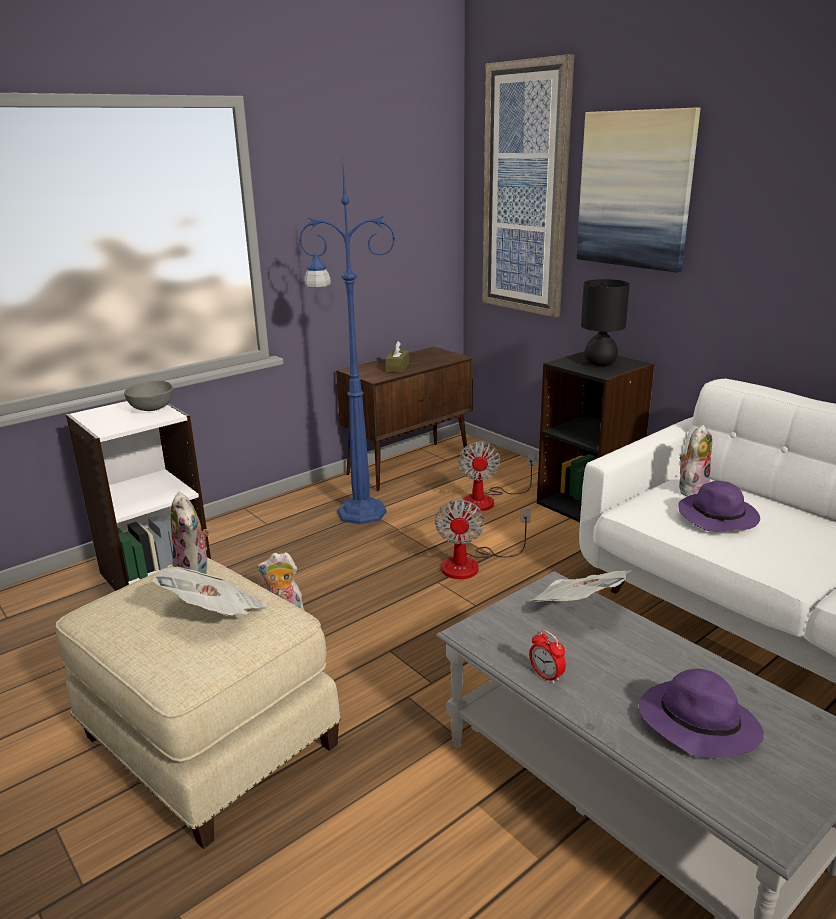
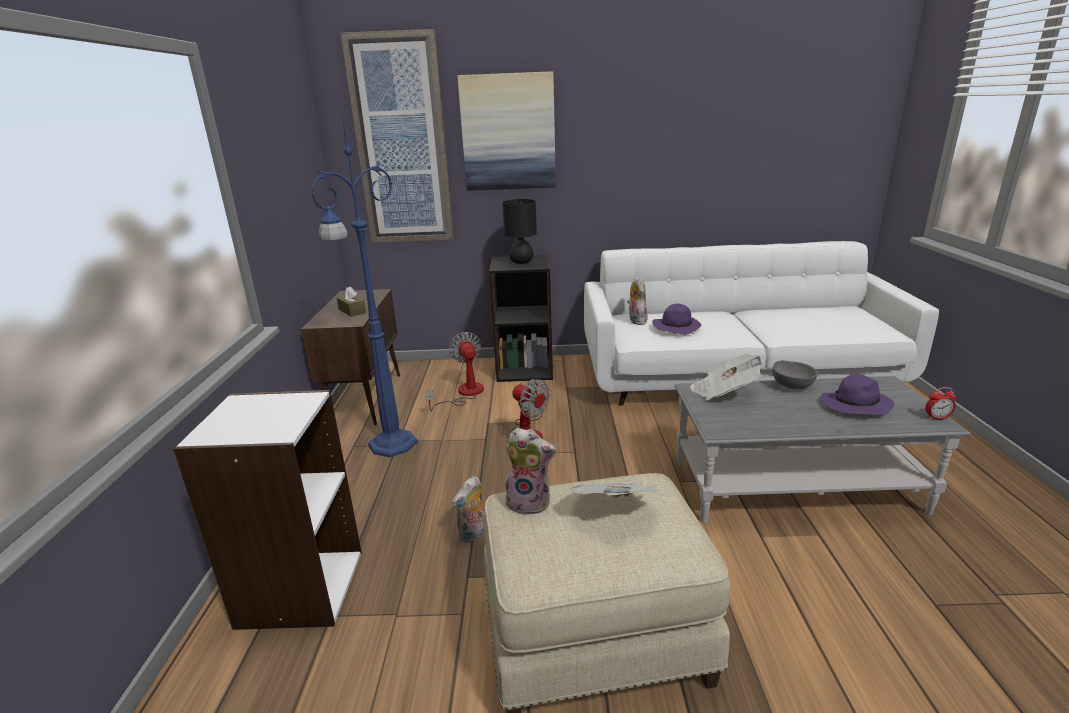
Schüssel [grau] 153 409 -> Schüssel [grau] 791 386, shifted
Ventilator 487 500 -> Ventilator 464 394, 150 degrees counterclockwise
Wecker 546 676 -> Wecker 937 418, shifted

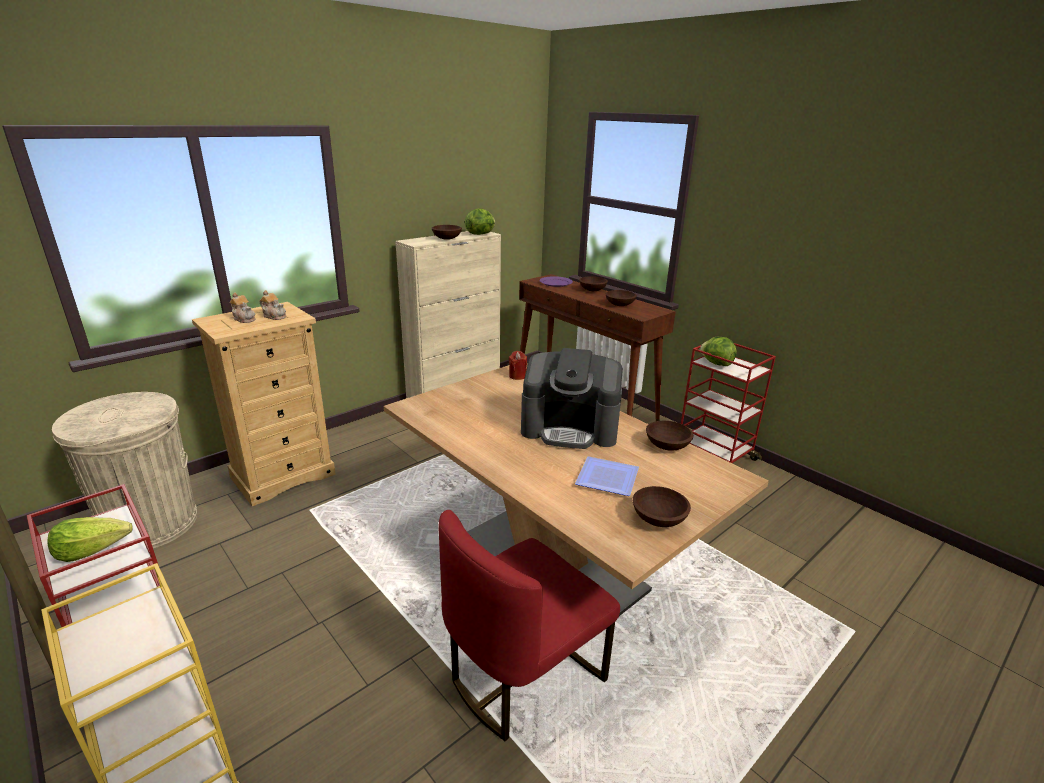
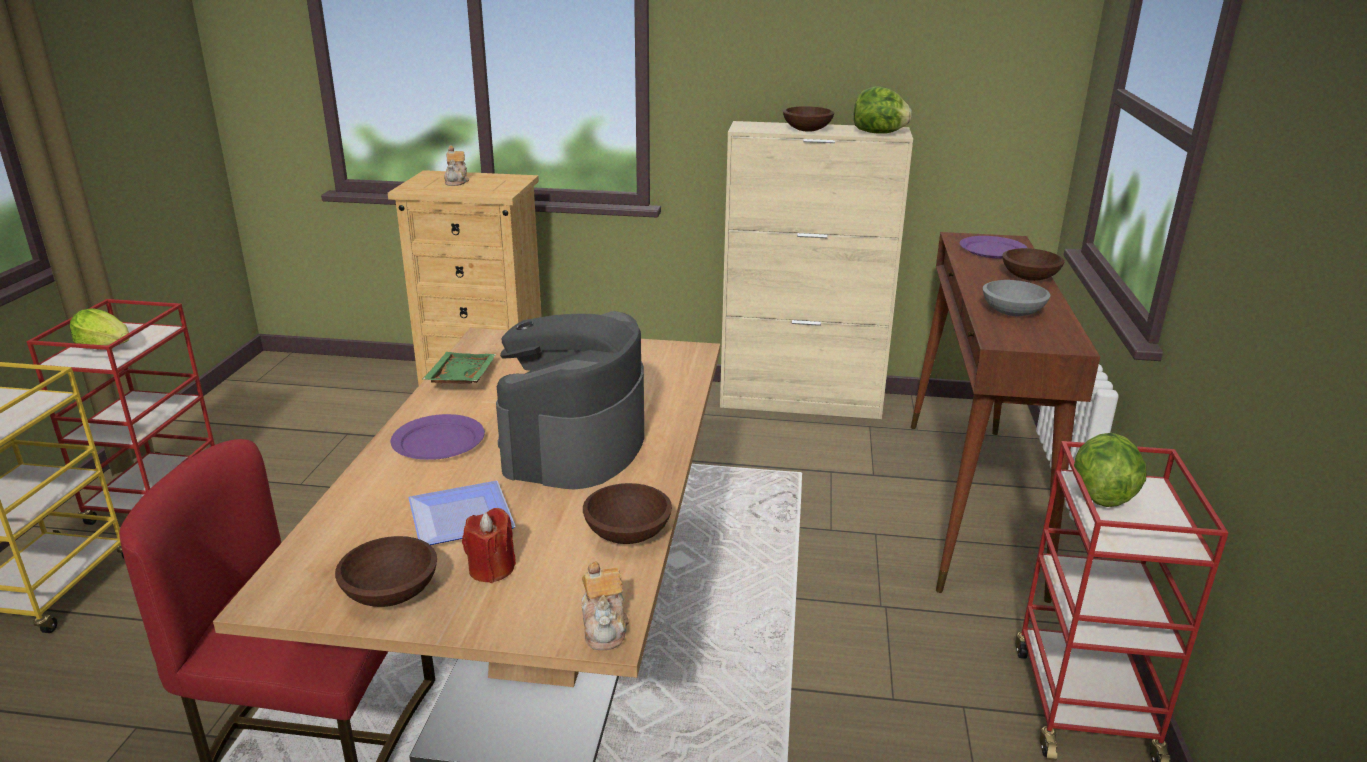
Teekanne 274 316 -> Teekanne 605 626, shifted
Schüssel [braun] 620 304 -> Schüssel [grau] 1013 312
Kaffeemaschine 570 428 -> Kaffeemaschine 574 444, 45 degrees clockwise
Kerze [rot] 517 376 -> Kerze [rot] 491 569, shifted
Mülleimer [beige] 151 524 -> none
none -> Tablett [grün] 460 378
none -> Teller [lila] 439 442

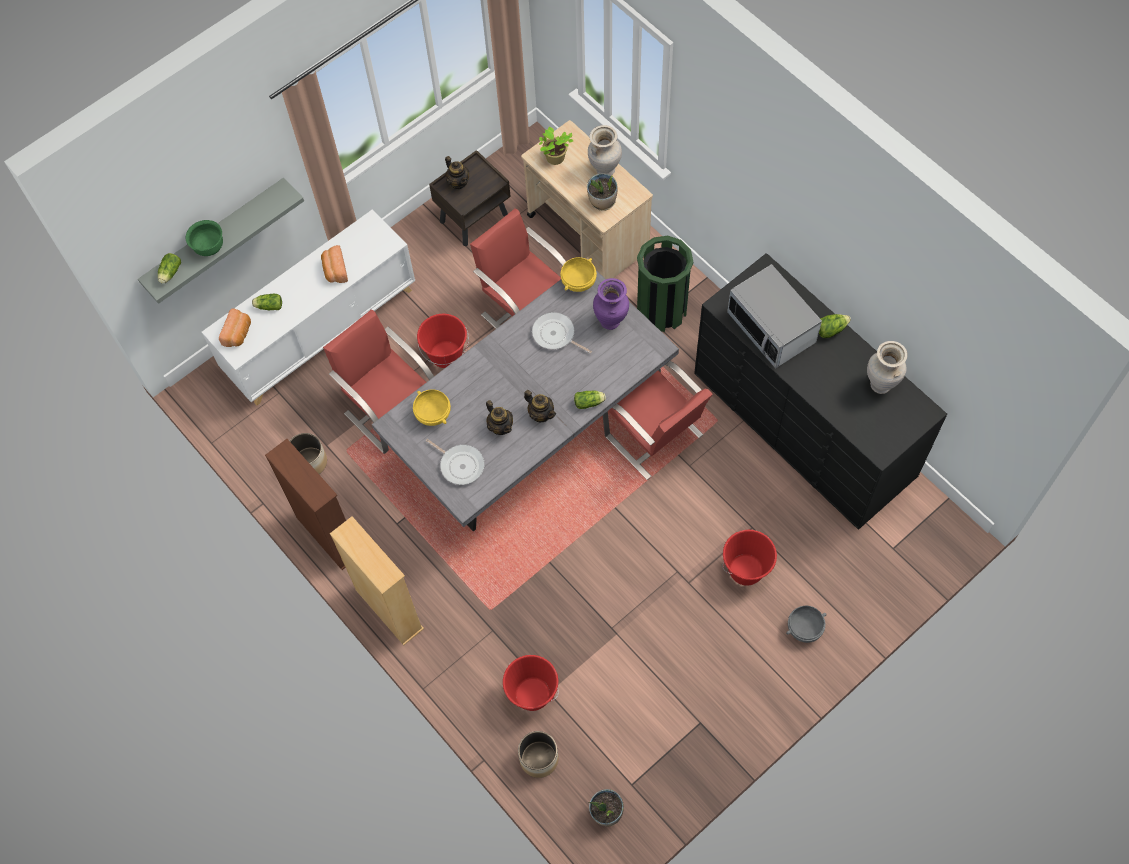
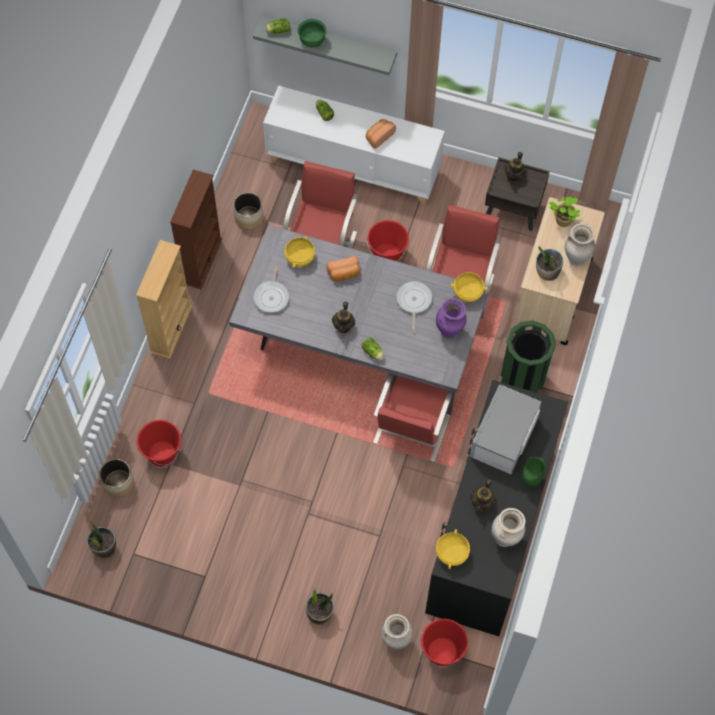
Brot 238 333 -> Brot 344 274, shifted
Salatkopf 830 329 -> Vase [grün] 530 480
Teekanne 500 426 -> Teekanne 482 503, shifted
Eimer [rot] 746 570 -> Eimer [rot] 442 652, shifted
Schüssel [grau] 804 629 -> Topfpflanze 319 613
none -> Schüssel [gelb] 452 553
none -> Vase [beige] 396 640

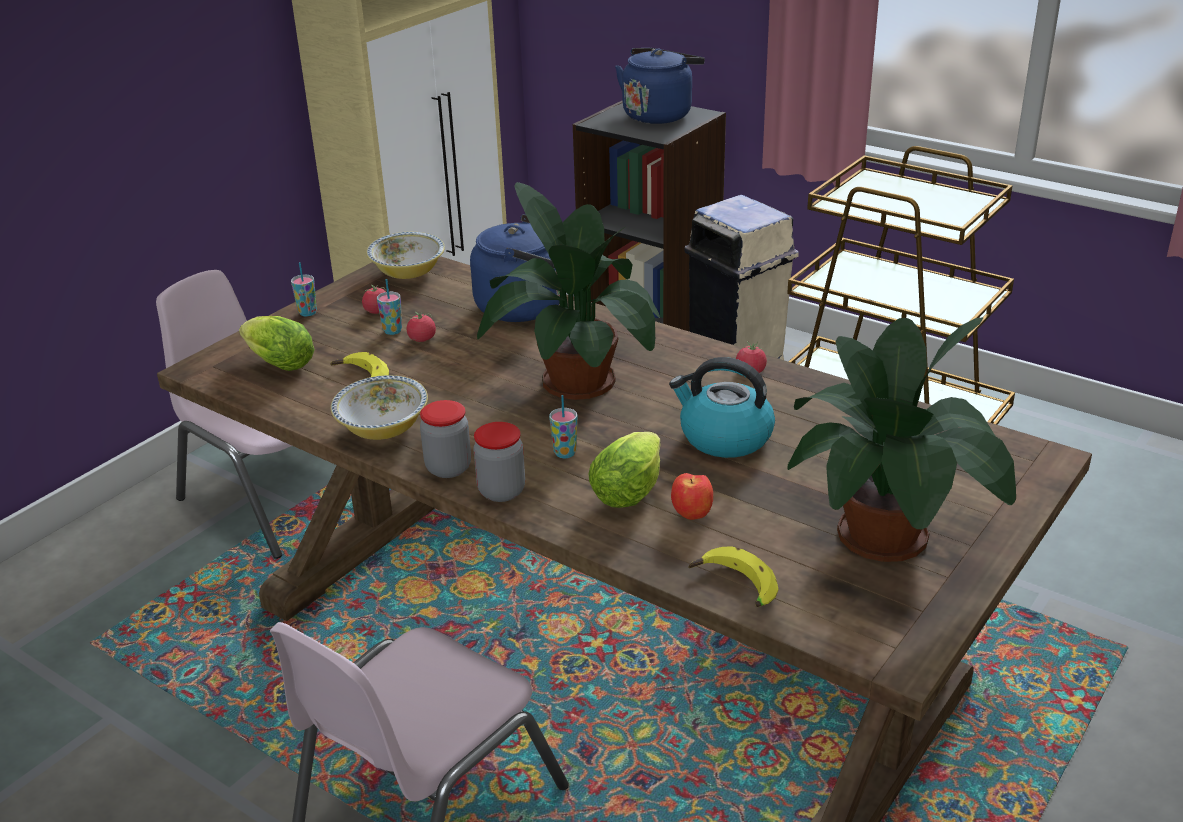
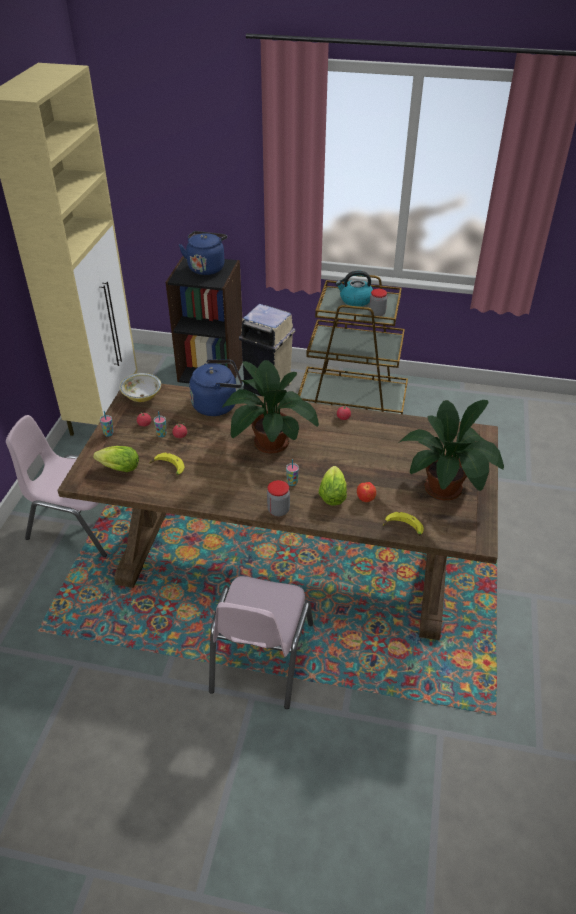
Wasserkessel 724 437 -> Wasserkessel 355 300, shifted
Schüssel 383 428 -> none
Vorratsglas 448 468 -> Vorratsglas 377 313, shifted

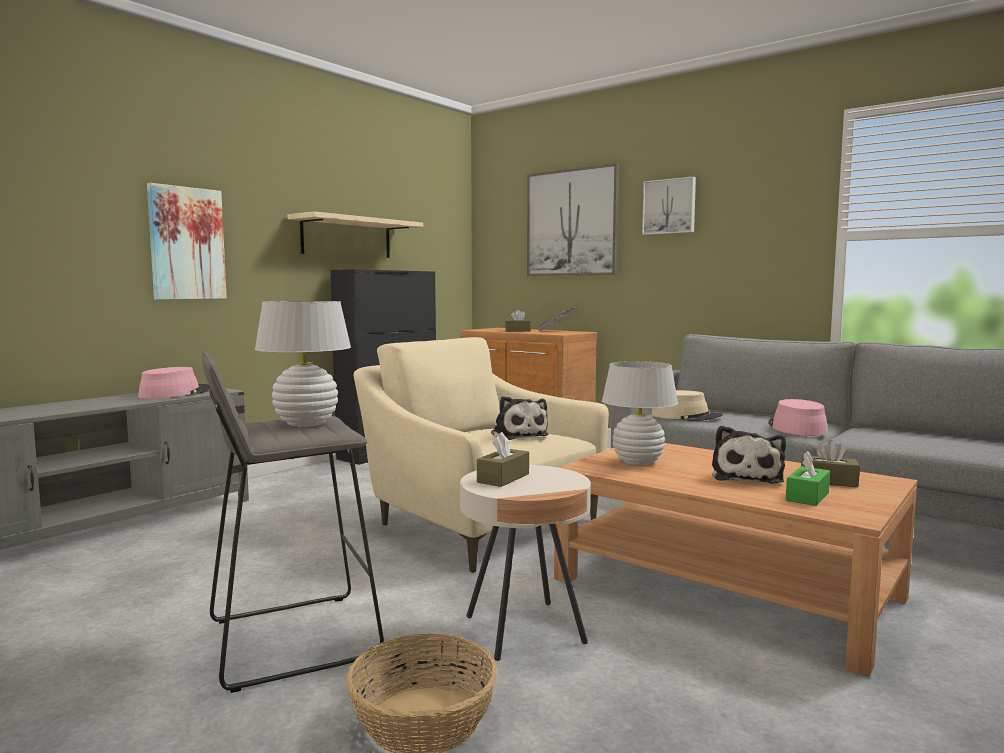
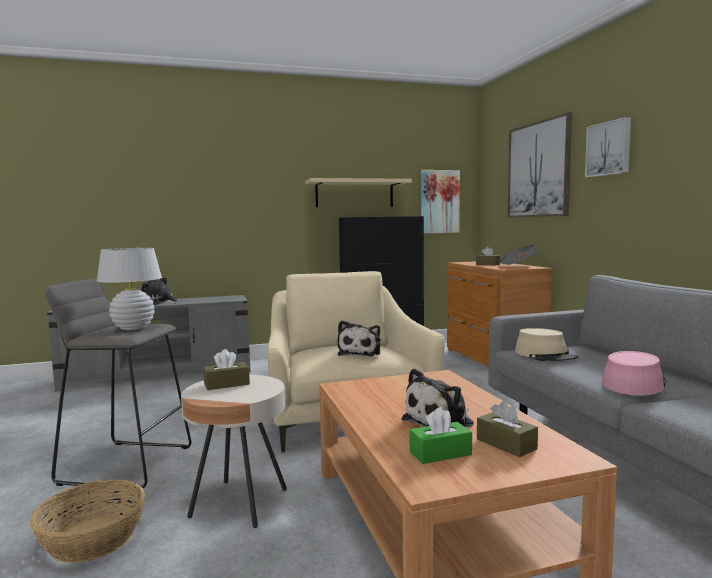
Bild 186 243 -> Bild 439 201, shifted
Tischlampe [weiß] 637 462 -> none
Hut [rosa] 175 393 -> none
none -> Plüschtier 160 302

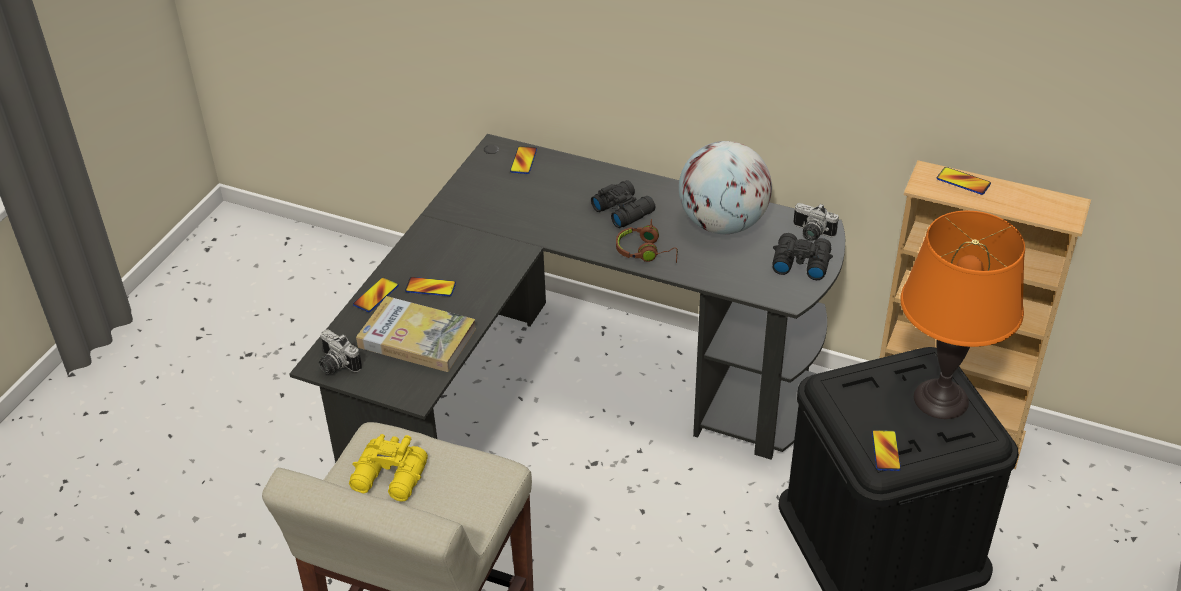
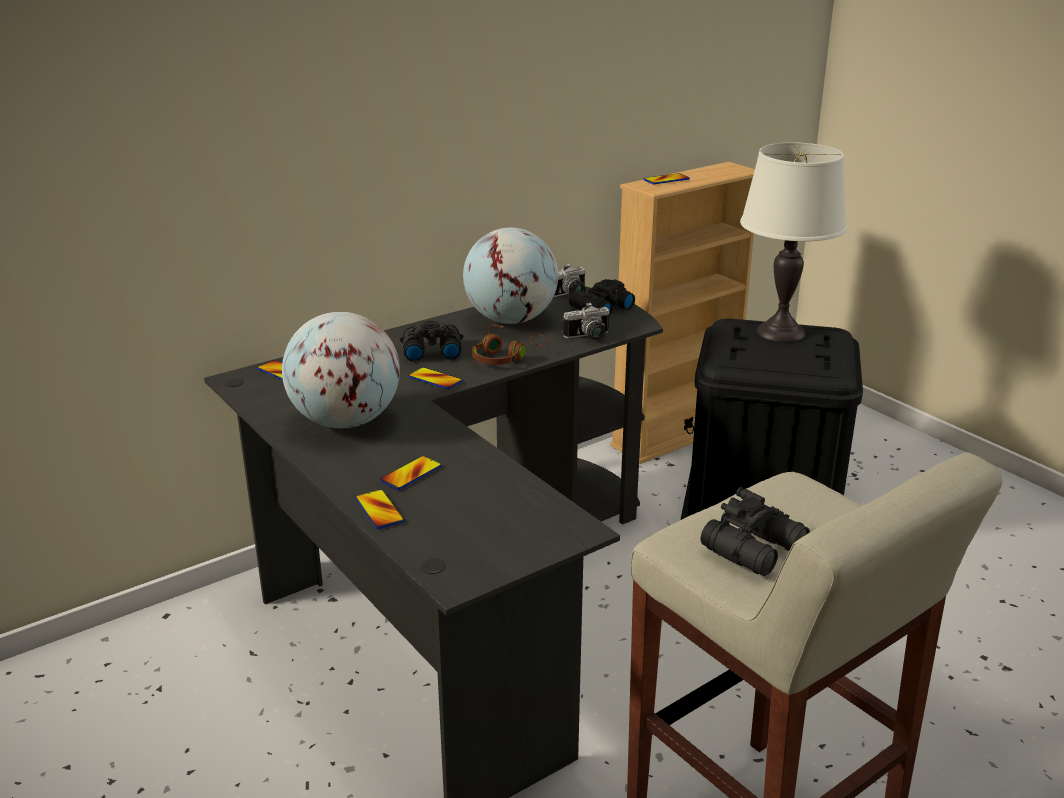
Tischlampe [orange] 940 399 -> Tischlampe [weiß] 780 333
Buch 417 338 -> none
Kamera 335 365 -> Kamera 589 337, shifted
Handy 886 451 -> Handy 435 379, shifted
Fernglas [gelb] 390 479 -> Fernglas [schwarz] 756 549
none -> Globus 345 421

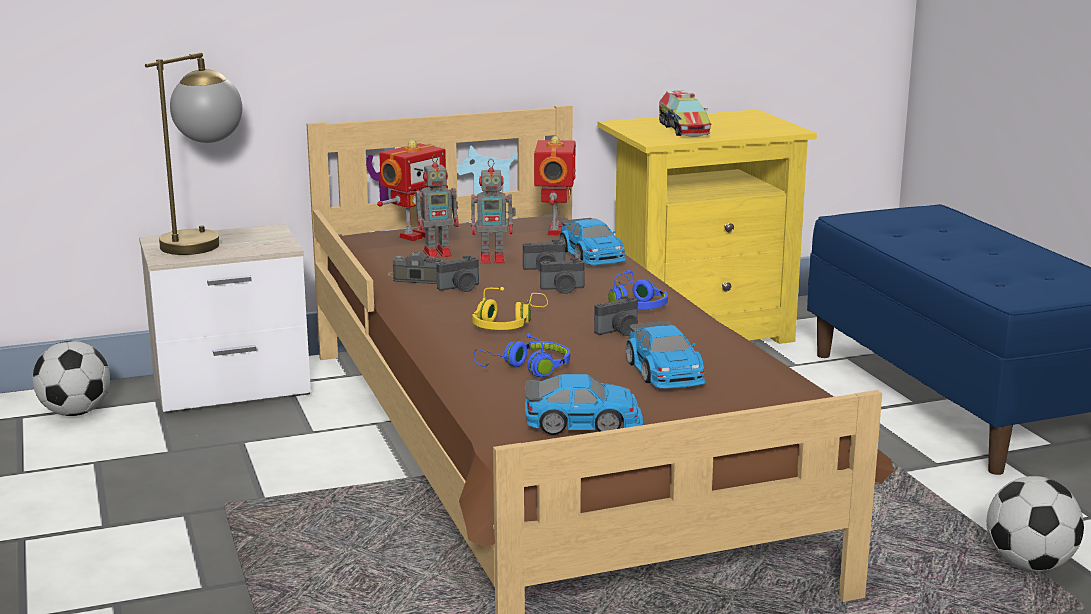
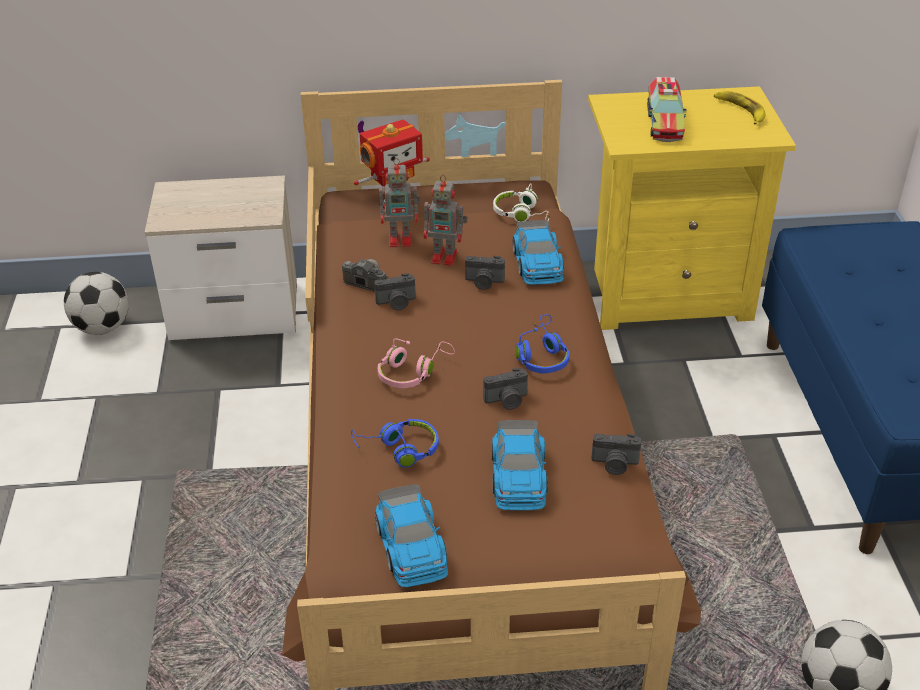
Tischlampe 204 241 -> none
Spielzeugroboter 555 231 -> Kopfhörer [weiß] 522 215
Kamera 563 289 -> Kamera 614 464, shifted
Kopfhörer [gelb] 507 324 -> Kopfhörer [rosa] 412 372
Spielzeugauto 583 422 -> Spielzeugauto 411 547, 60 degrees clockwise
none -> Banane 740 111

